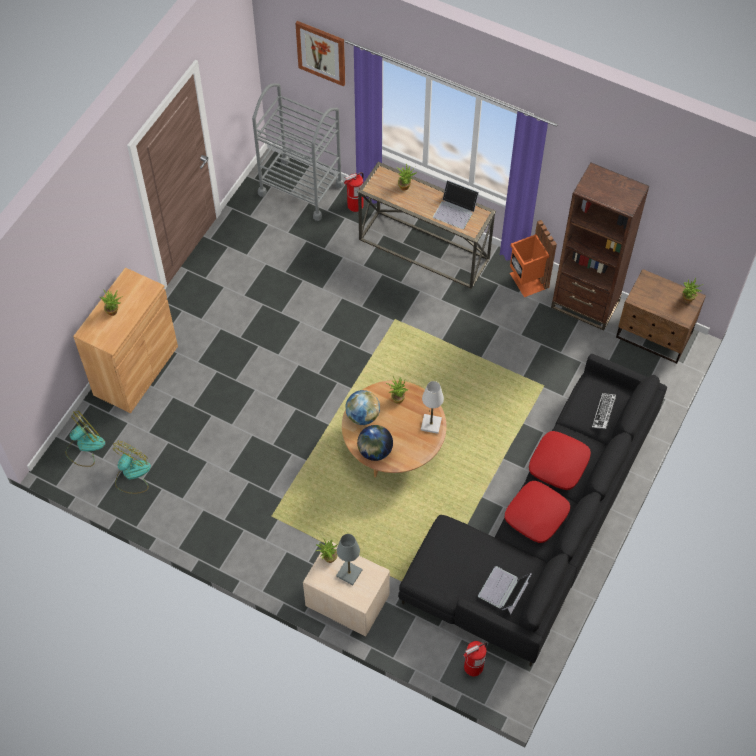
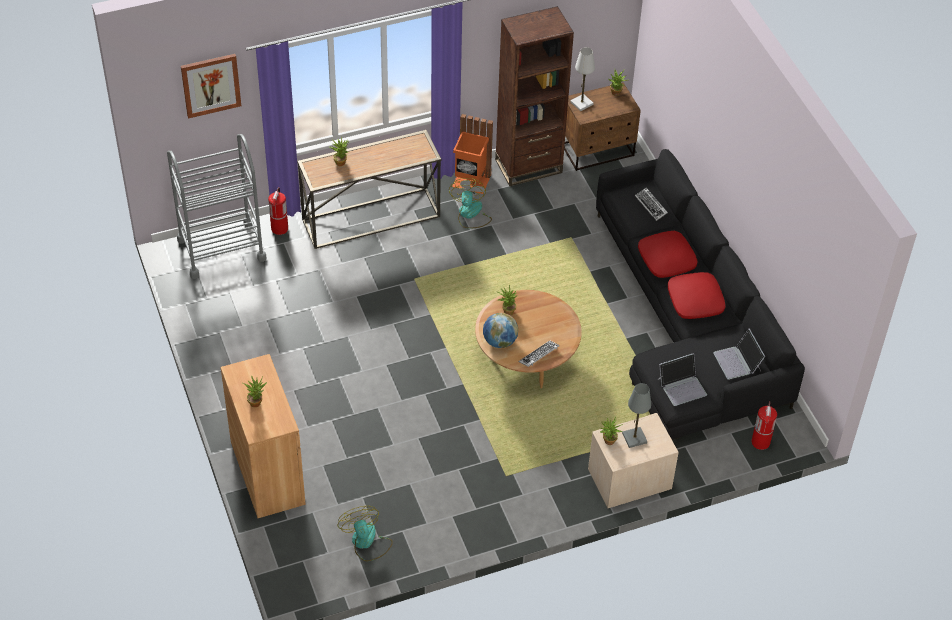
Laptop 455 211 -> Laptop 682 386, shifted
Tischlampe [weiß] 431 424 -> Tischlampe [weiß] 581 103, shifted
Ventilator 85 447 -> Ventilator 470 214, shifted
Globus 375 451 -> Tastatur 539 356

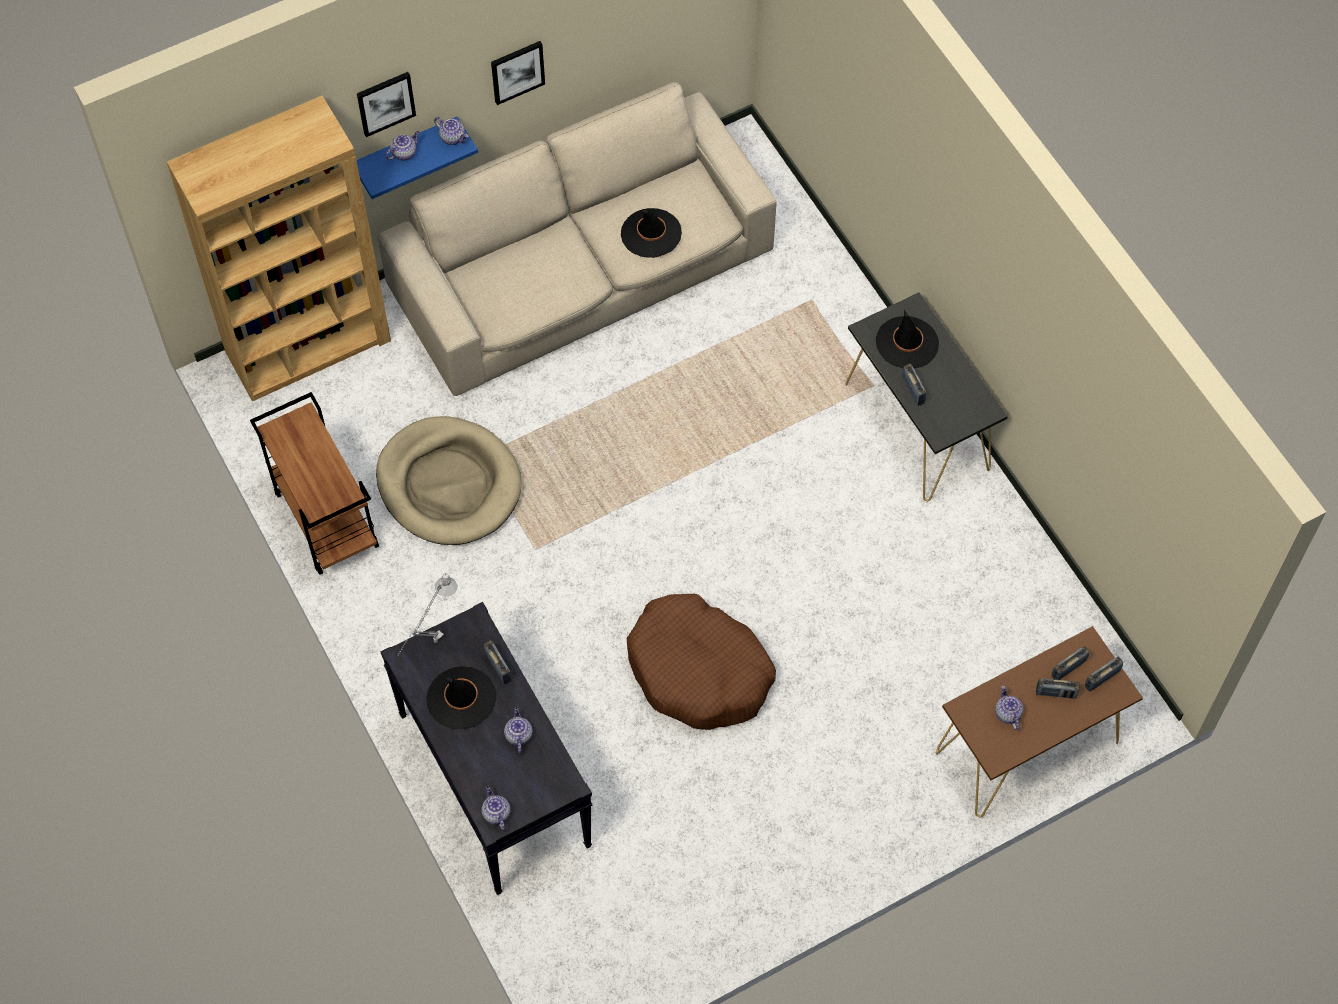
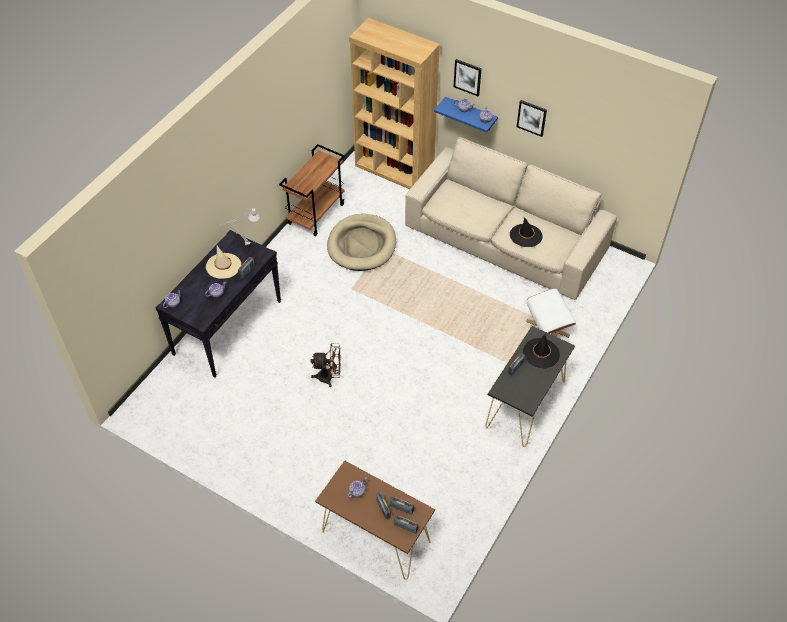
Hundebett [braun] 699 671 -> Ventilator [braun] 329 377
Hut [schwarz] 461 698 -> Hut [beige] 223 266
none -> Polsterhocker [weiß] 548 328

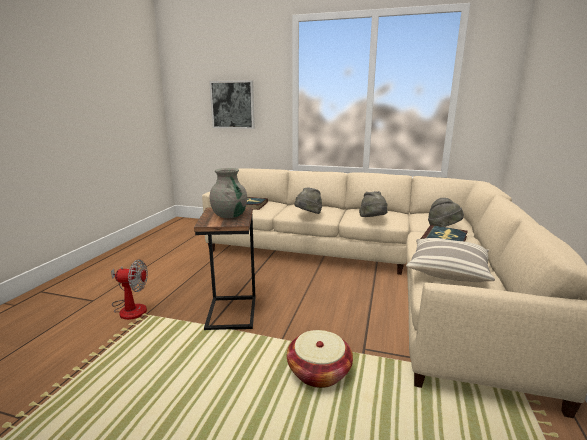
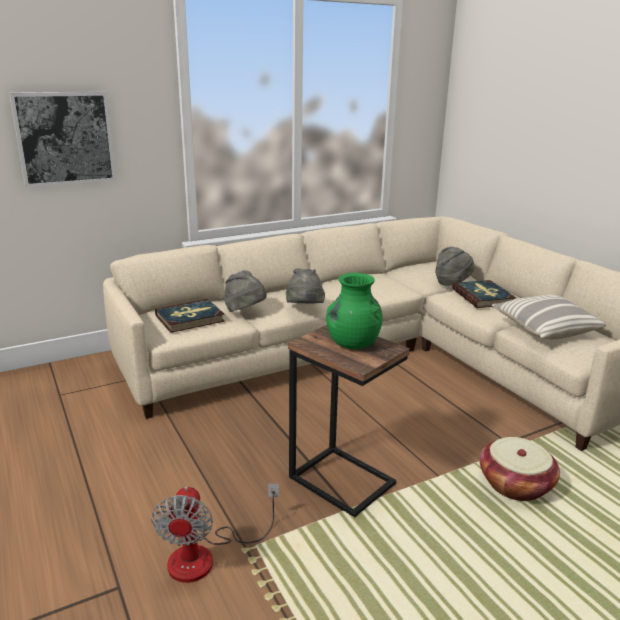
Vase [grau] 229 215 -> Vase [grün] 353 343
Hut [grau] 373 220 -> Hut [grau] 245 312, shifted
Ventilator 130 308 -> Ventilator 206 556, 135 degrees clockwise

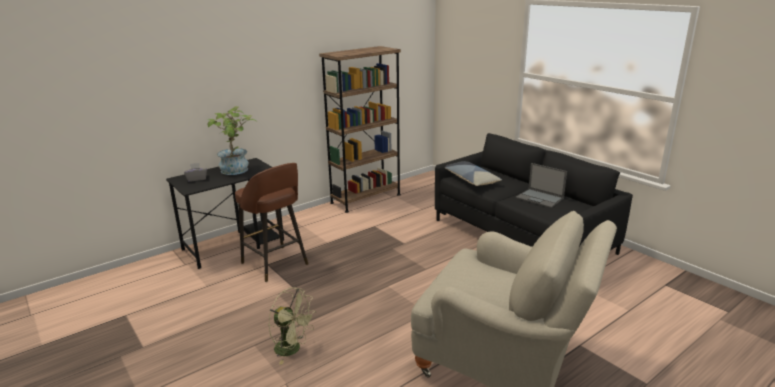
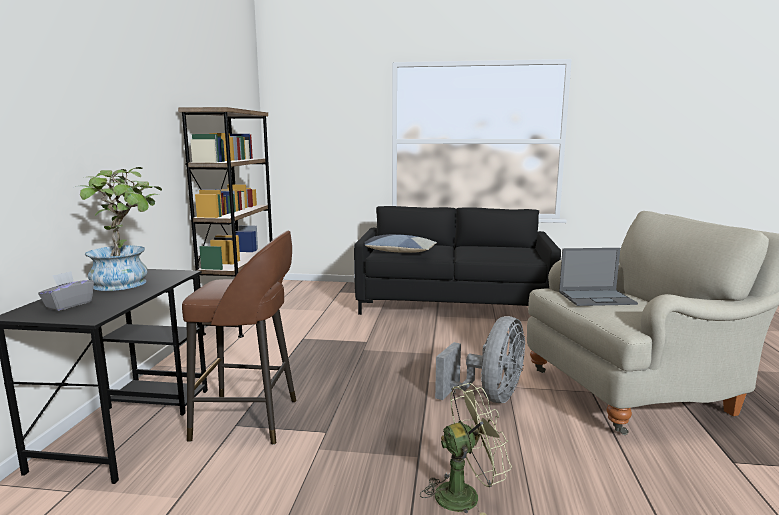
Laptop 540 198 -> Laptop 597 298, shifted
none -> Ventilator [grau] 489 397

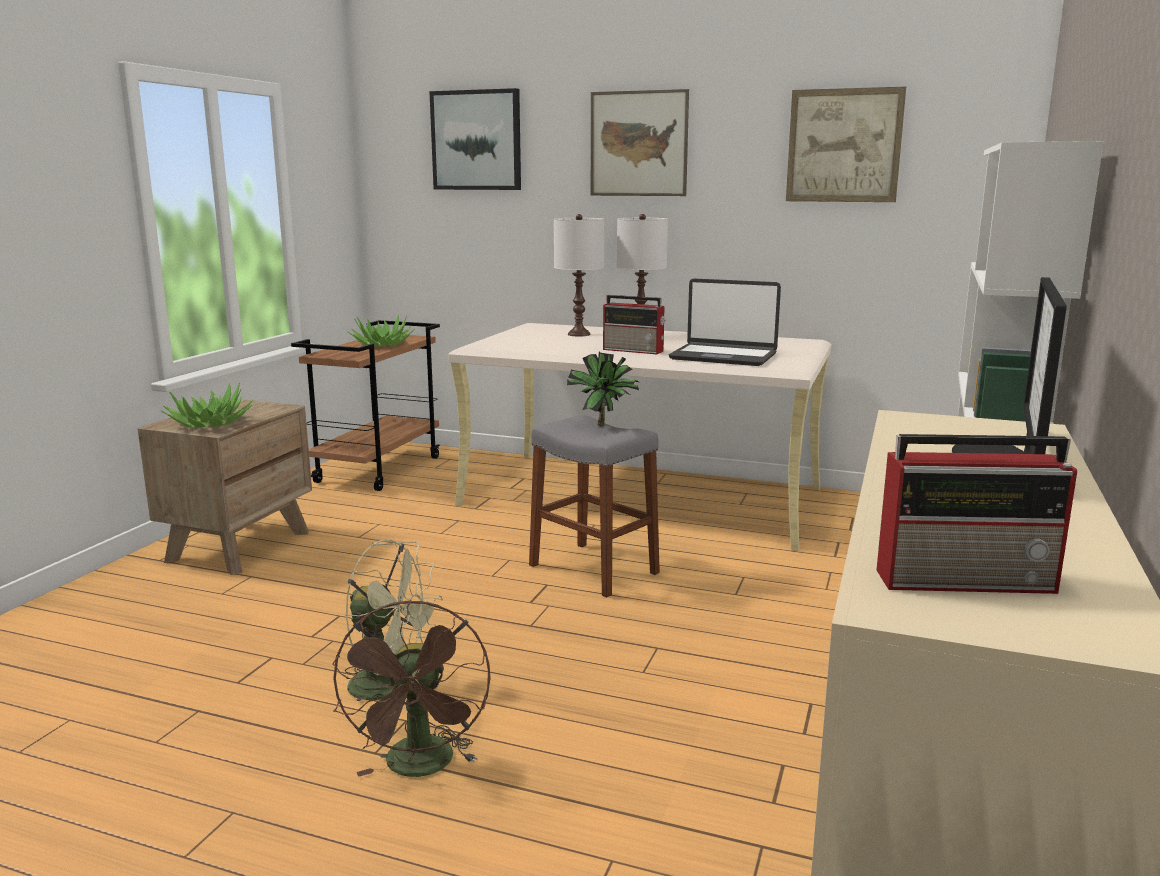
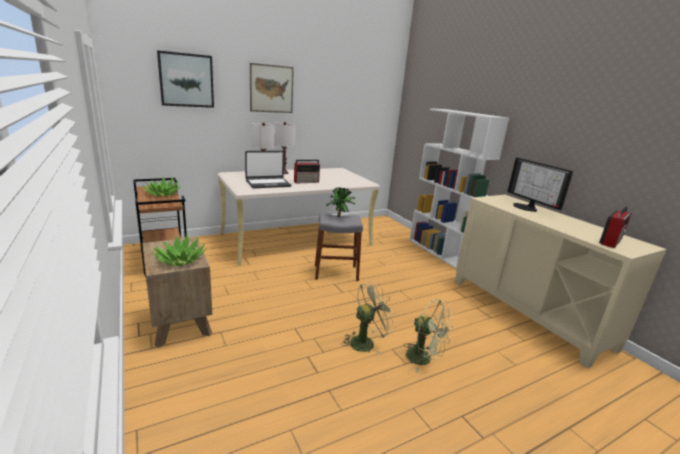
Bild 844 146 -> none
Laptop 723 356 -> Laptop 268 183, shifted
Ventilator [braun] 421 768 -> Ventilator [grün] 424 359

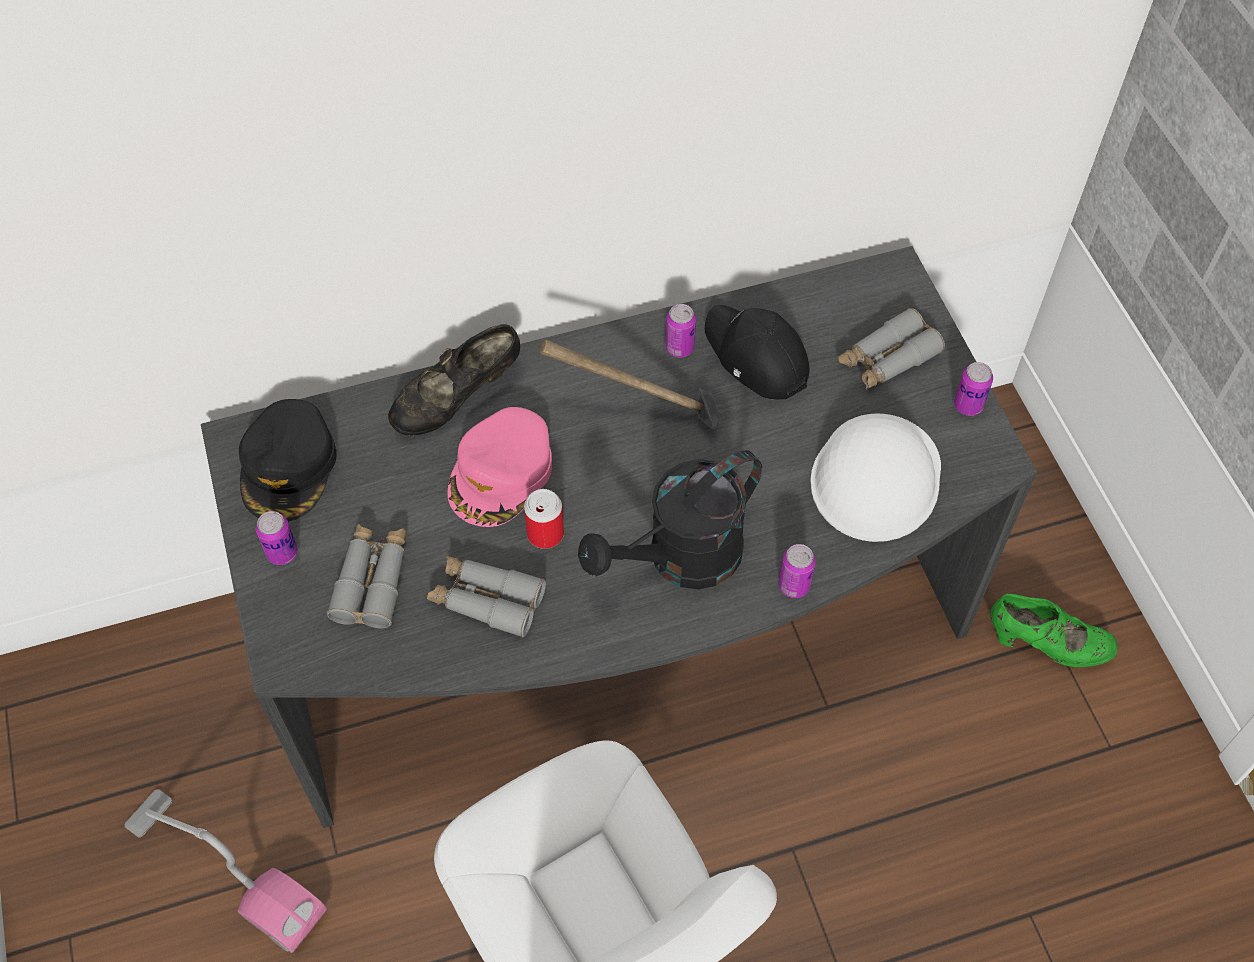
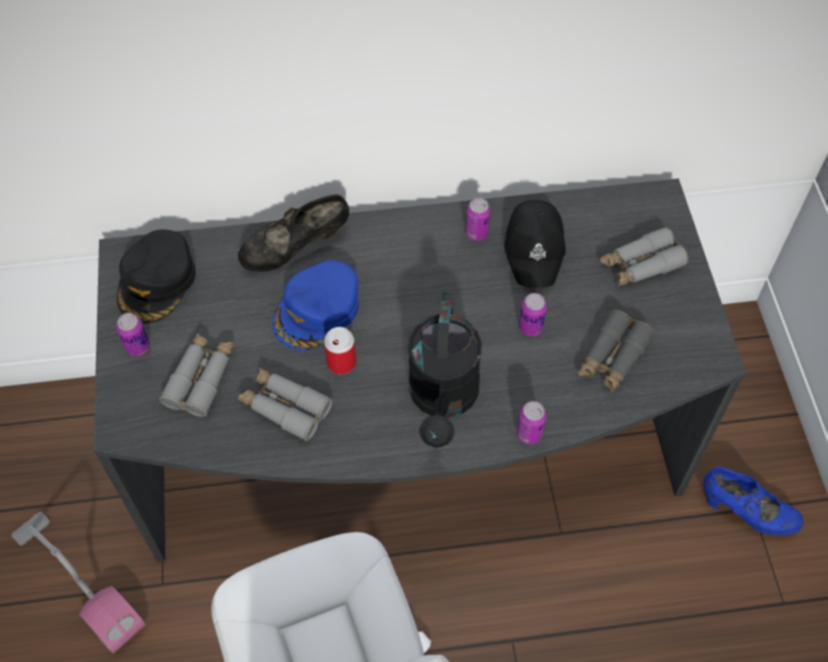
Kappe [schwarz] 755 357 -> Kappe [schwarz] 535 248, 150 degrees counterclockwise
Hammer 639 419 -> none
Dose 968 405 -> Dose 530 327, shifted
Kappe [rosa] 501 474 -> Kappe [blau] 317 311
Schutzhelm [weiß] 876 477 -> Fernglas [grau] 612 358
Gießkanne [schwarz] 681 560 -> Gießkanne [schwarz] 443 399, 60 degrees counterclockwise
Schuh [grün] 1047 644 -> Schuh [blau] 746 512

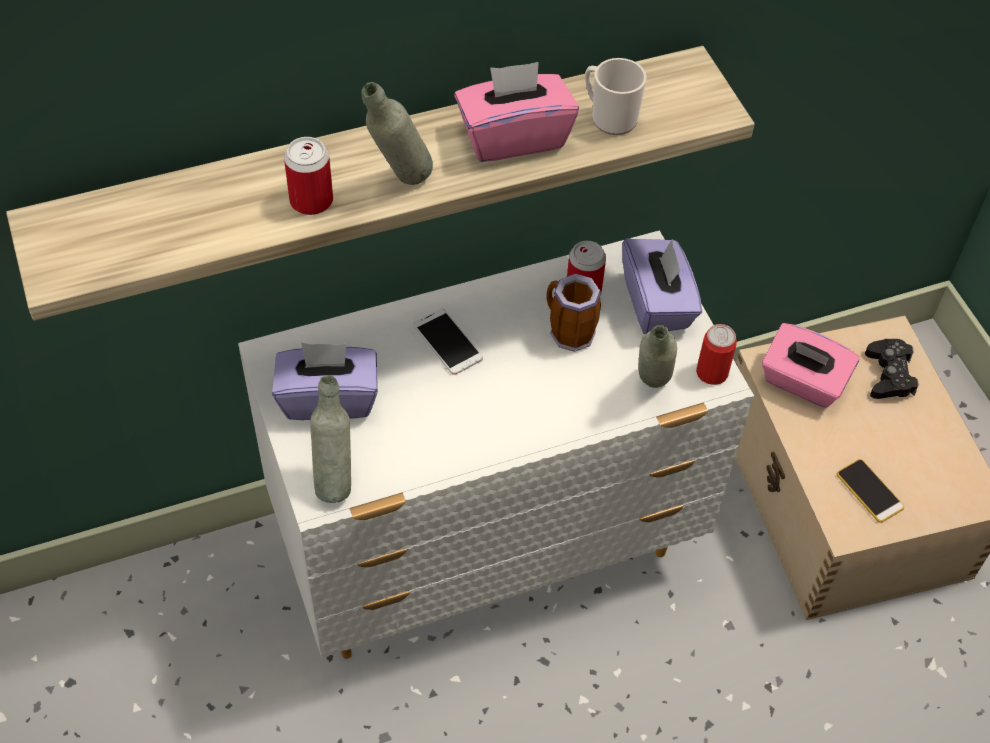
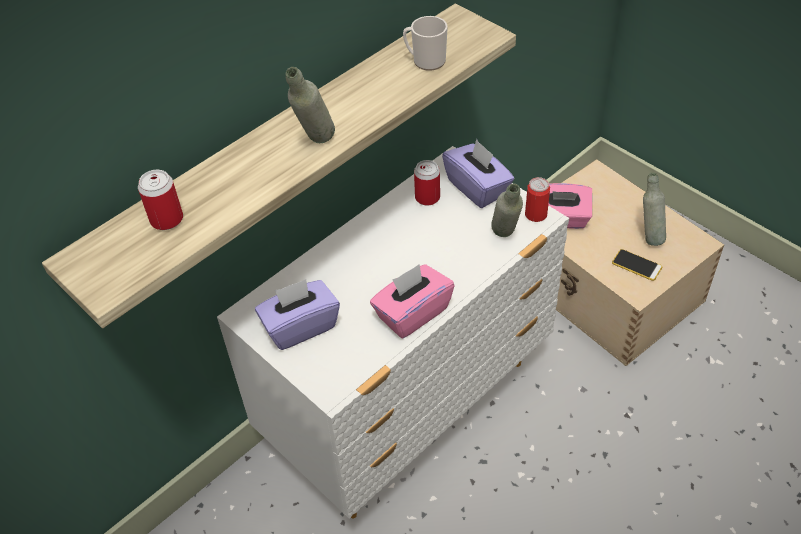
Taschentuchbox [rosa] 513 137 -> Taschentuchbox [rosa] 412 313, shifted
Dose 311 200 -> Dose 166 219, shifted
Henkelbecher 567 333 -> none
Handy 447 342 -> none
Gamepad [schwarz] 889 375 -> none
Flasche [grau] 334 479 -> Flasche [grau] 649 236, shifted

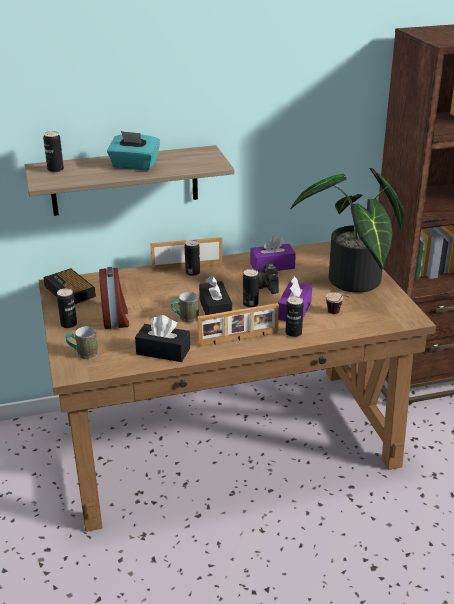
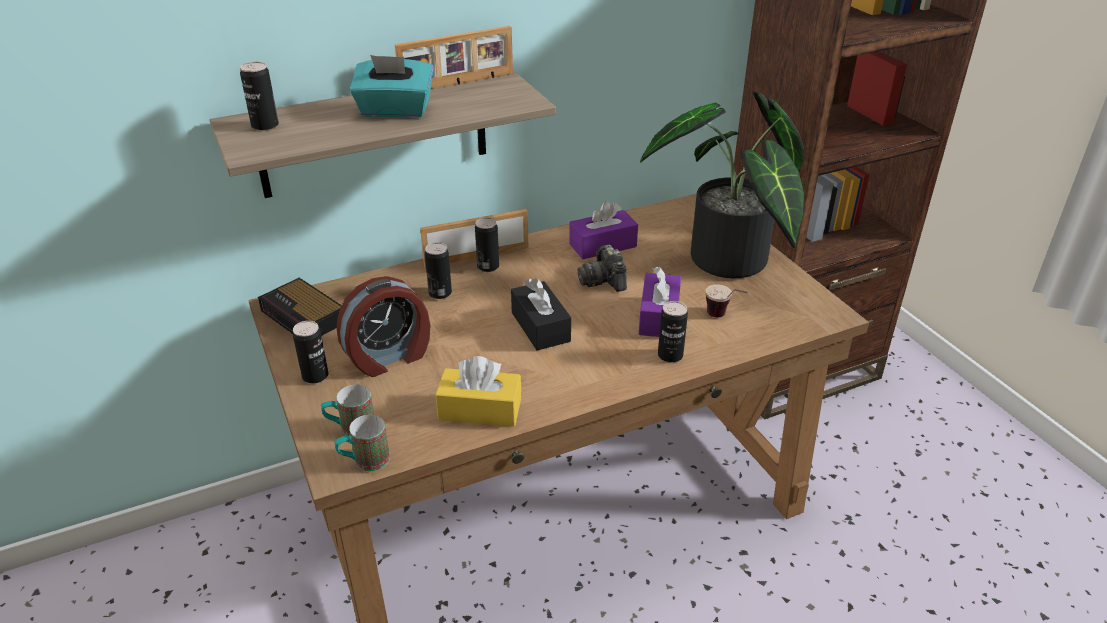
Wecker 116 318 -> Wecker 389 357, 75 degrees clockwise
Dose 250 304 -> Dose 440 293, shifted
Henkelbecher 185 318 -> Henkelbecher 364 462, shifted
Bilderrahmen 239 339 -> Bilderrahmen 458 83, shifted
Taschentuchbox [schwarz] 163 351 -> Taschentuchbox [gelb] 480 409

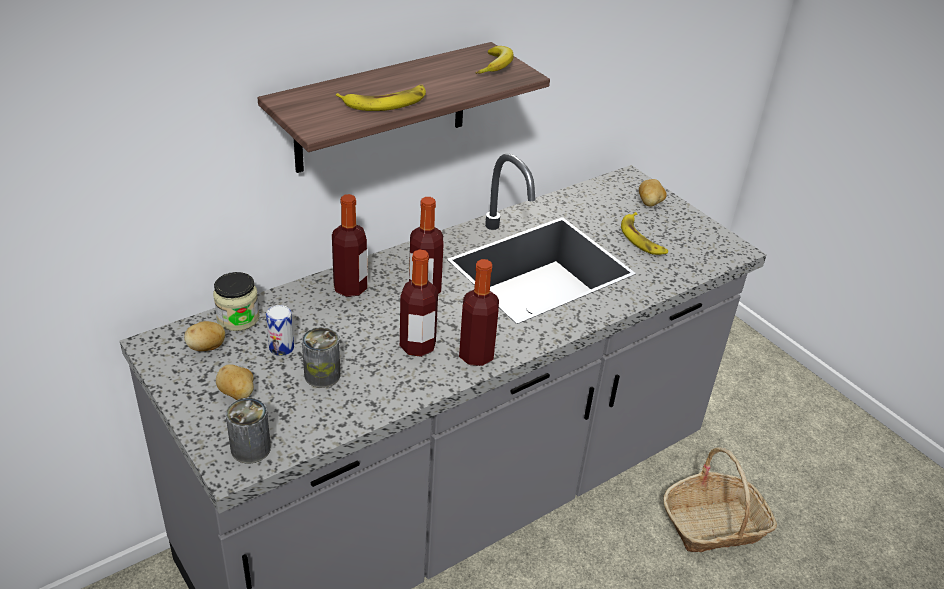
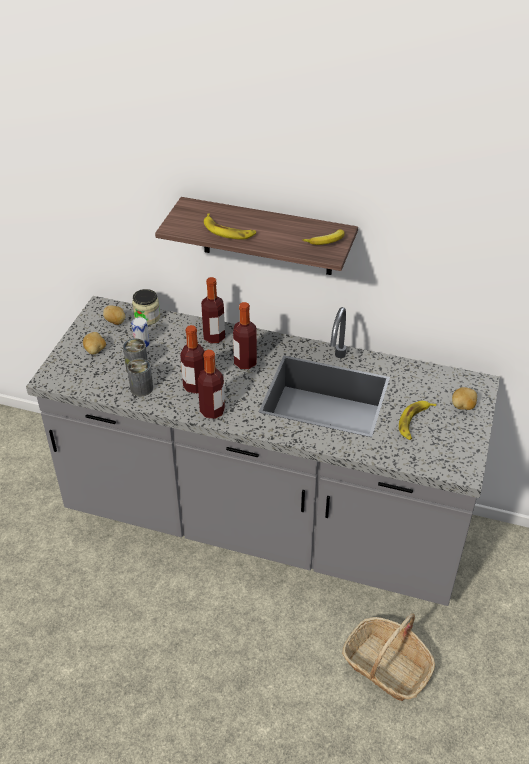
Dose 250 448 -> Dose 141 388, shifted

